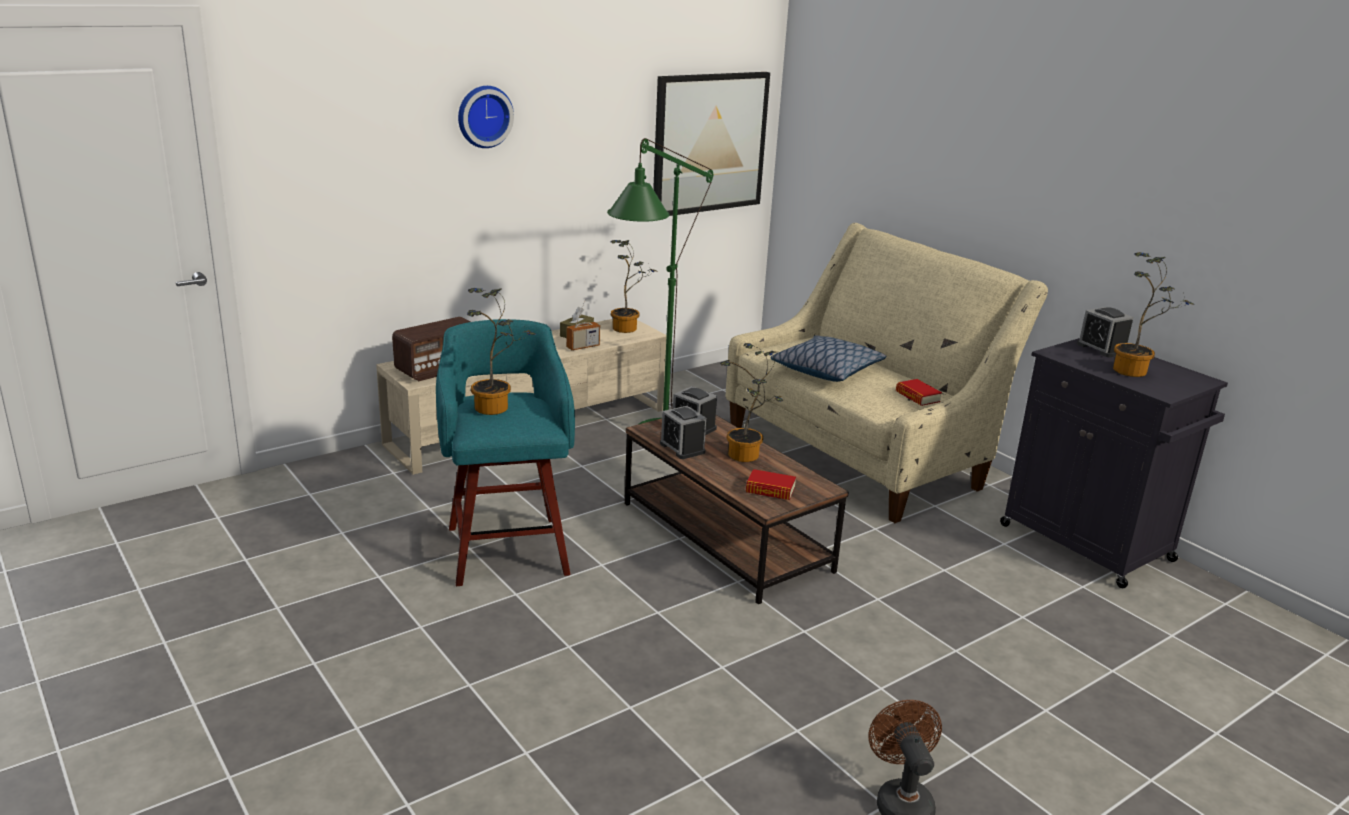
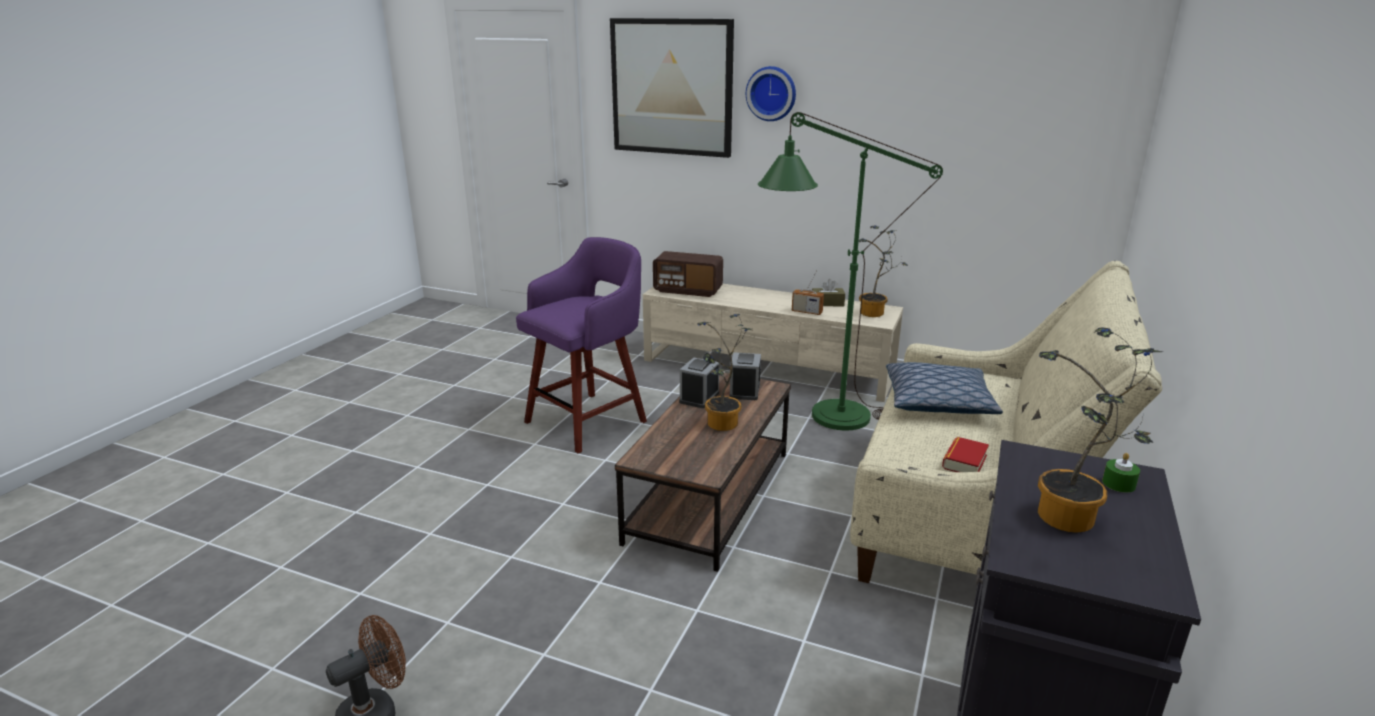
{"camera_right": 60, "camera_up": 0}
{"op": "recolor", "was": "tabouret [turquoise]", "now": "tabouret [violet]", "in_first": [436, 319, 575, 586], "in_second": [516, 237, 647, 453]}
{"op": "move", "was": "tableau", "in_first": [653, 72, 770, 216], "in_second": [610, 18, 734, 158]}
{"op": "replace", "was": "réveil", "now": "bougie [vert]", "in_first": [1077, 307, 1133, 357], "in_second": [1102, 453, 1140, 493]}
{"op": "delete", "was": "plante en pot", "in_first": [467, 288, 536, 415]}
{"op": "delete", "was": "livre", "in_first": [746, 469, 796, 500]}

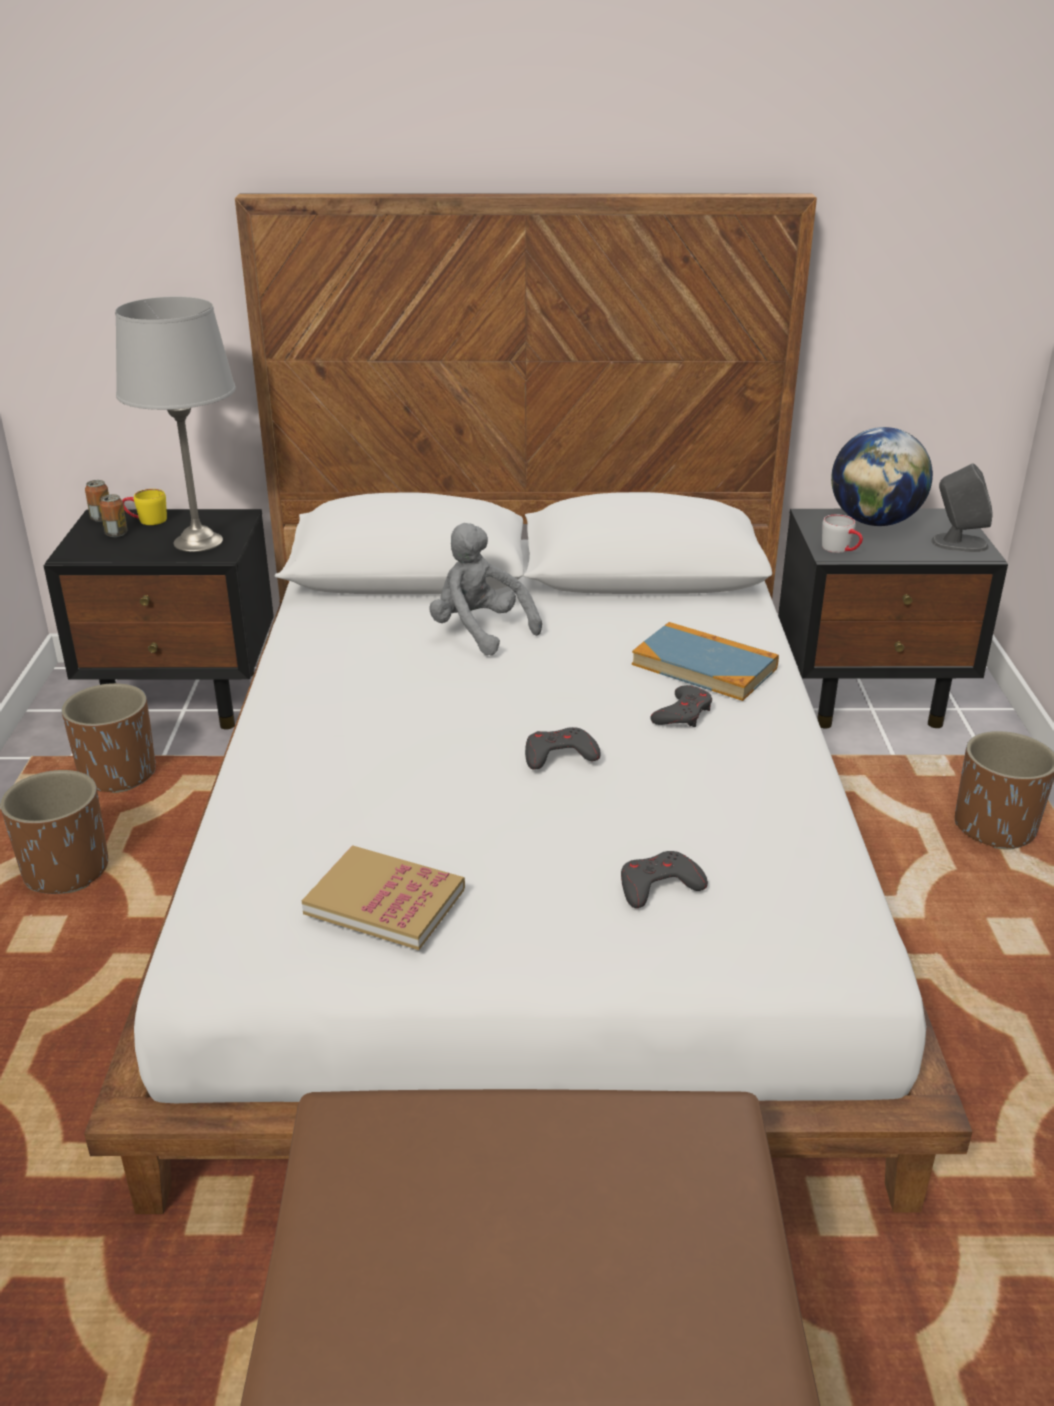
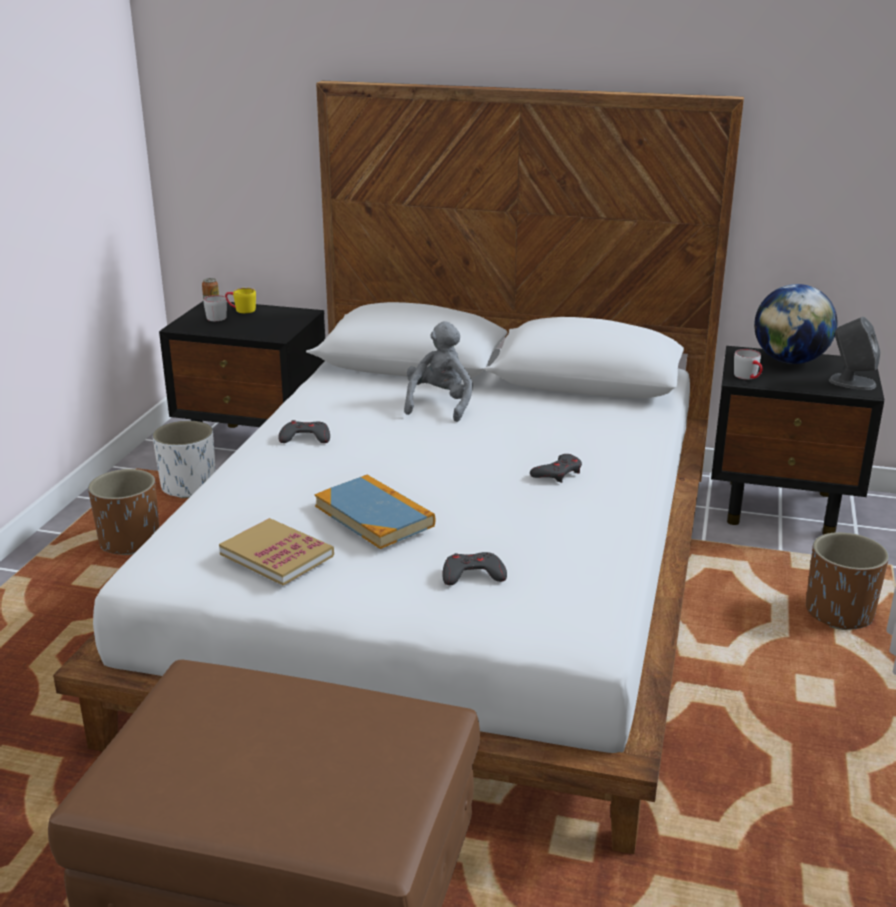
{"camera_right": 15, "camera_up": -5}
{"op": "recolor", "was": "cache-pot [marron]", "now": "cache-pot [blanc]", "in_first": [61, 683, 156, 793], "in_second": [153, 421, 216, 498]}
{"op": "replace", "was": "boîte métallique", "now": "mug [gris]", "in_first": [100, 494, 128, 537], "in_second": [203, 295, 227, 321]}
{"op": "move", "was": "manette [gris]", "in_first": [525, 727, 601, 770], "in_second": [278, 420, 330, 443]}
{"op": "move", "was": "livre", "in_first": [632, 622, 779, 701], "in_second": [315, 475, 435, 549]}
{"op": "rotate", "was": "peluche [gris]", "in_first": [429, 523, 542, 656], "in_second": [404, 321, 473, 422], "clockwise": 45}
{"op": "delete", "was": "lampe de table [gris]", "in_first": [115, 297, 236, 552]}

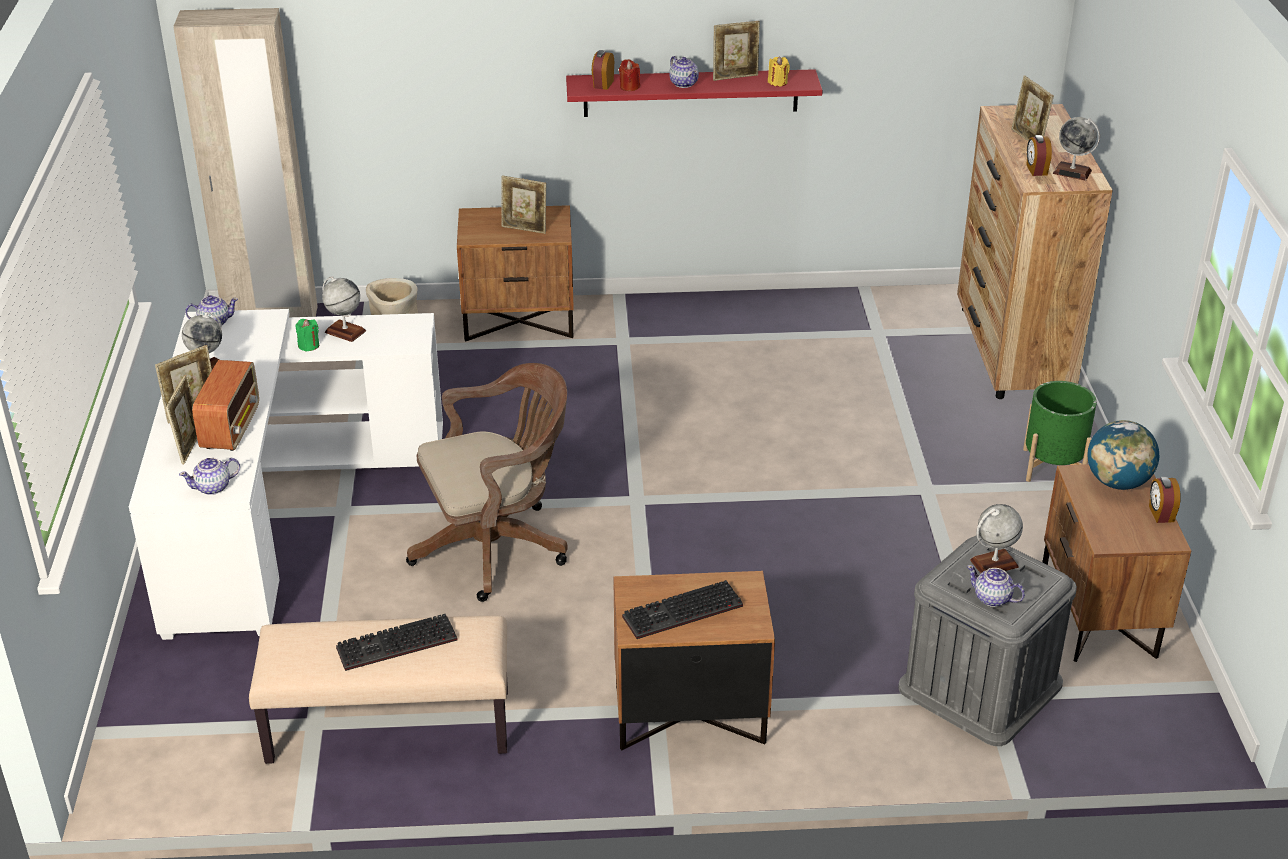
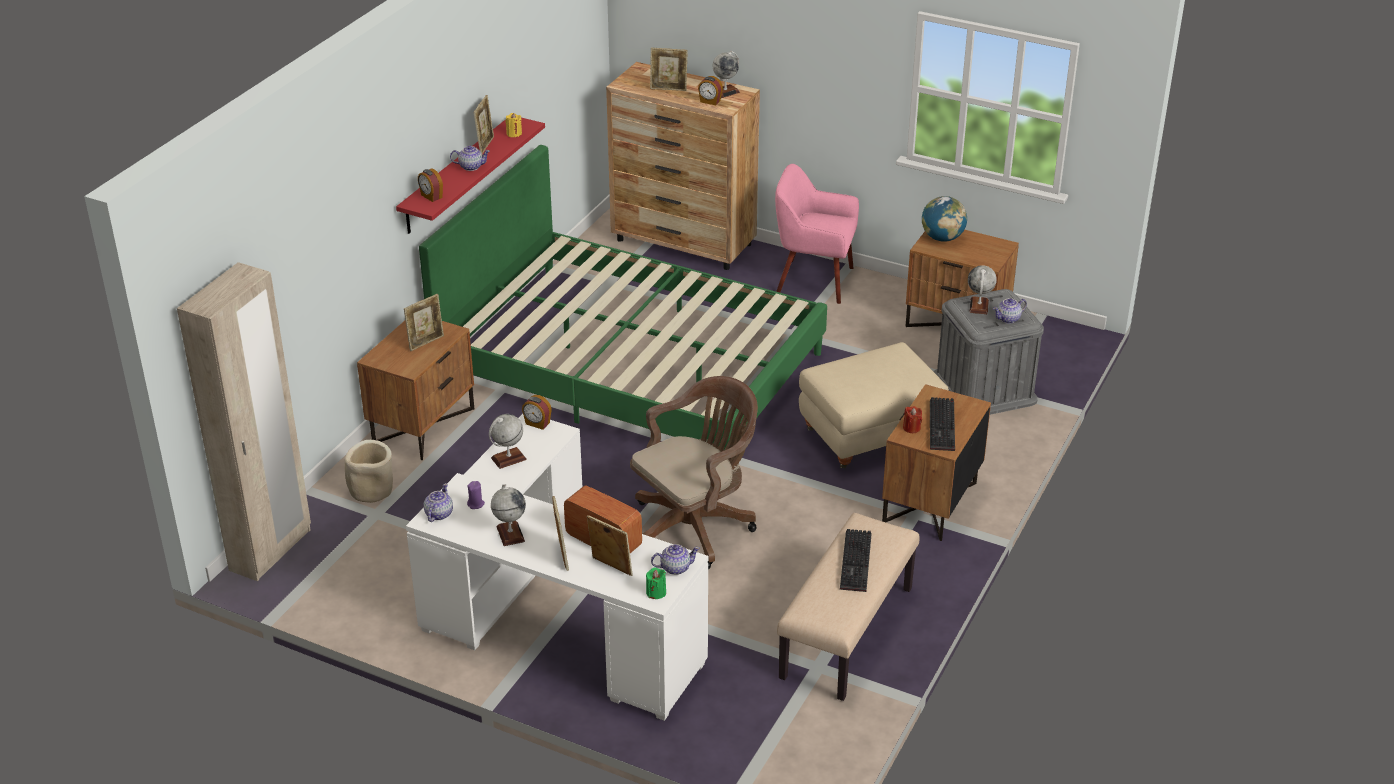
{"camera_right": -60, "camera_up": 0}
{"op": "insert", "now": "lit [vert]", "in_second": [419, 145, 827, 450]}
{"op": "insert", "now": "bougie [violet]", "in_second": [467, 481, 485, 509]}
{"op": "move", "was": "réveil", "in_first": [1149, 477, 1181, 523], "in_second": [522, 395, 552, 430]}
{"op": "rotate", "was": "chaise de bureau [marron]", "in_first": [406, 363, 568, 602], "in_second": [630, 376, 758, 570], "clockwise": 45}
{"op": "move", "was": "bougie [vert]", "in_first": [296, 319, 319, 352], "in_second": [646, 568, 666, 599]}
{"op": "rotate", "was": "théière", "in_first": [179, 457, 240, 495], "in_second": [651, 544, 700, 575], "clockwise": -105}
{"op": "replace", "was": "cache-pot [vert]", "now": "fauteuil [rose]", "in_first": [1023, 381, 1097, 482], "in_second": [775, 164, 859, 304]}
{"op": "insert", "now": "pouf [beige]", "in_second": [799, 342, 949, 468]}
{"op": "move", "was": "bougie [rouge]", "in_first": [619, 59, 640, 91], "in_second": [903, 406, 922, 433]}

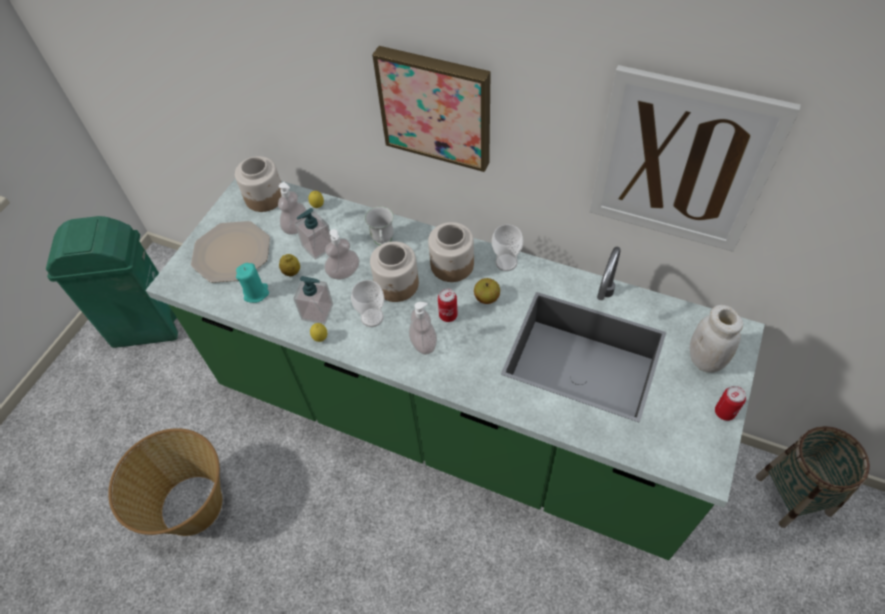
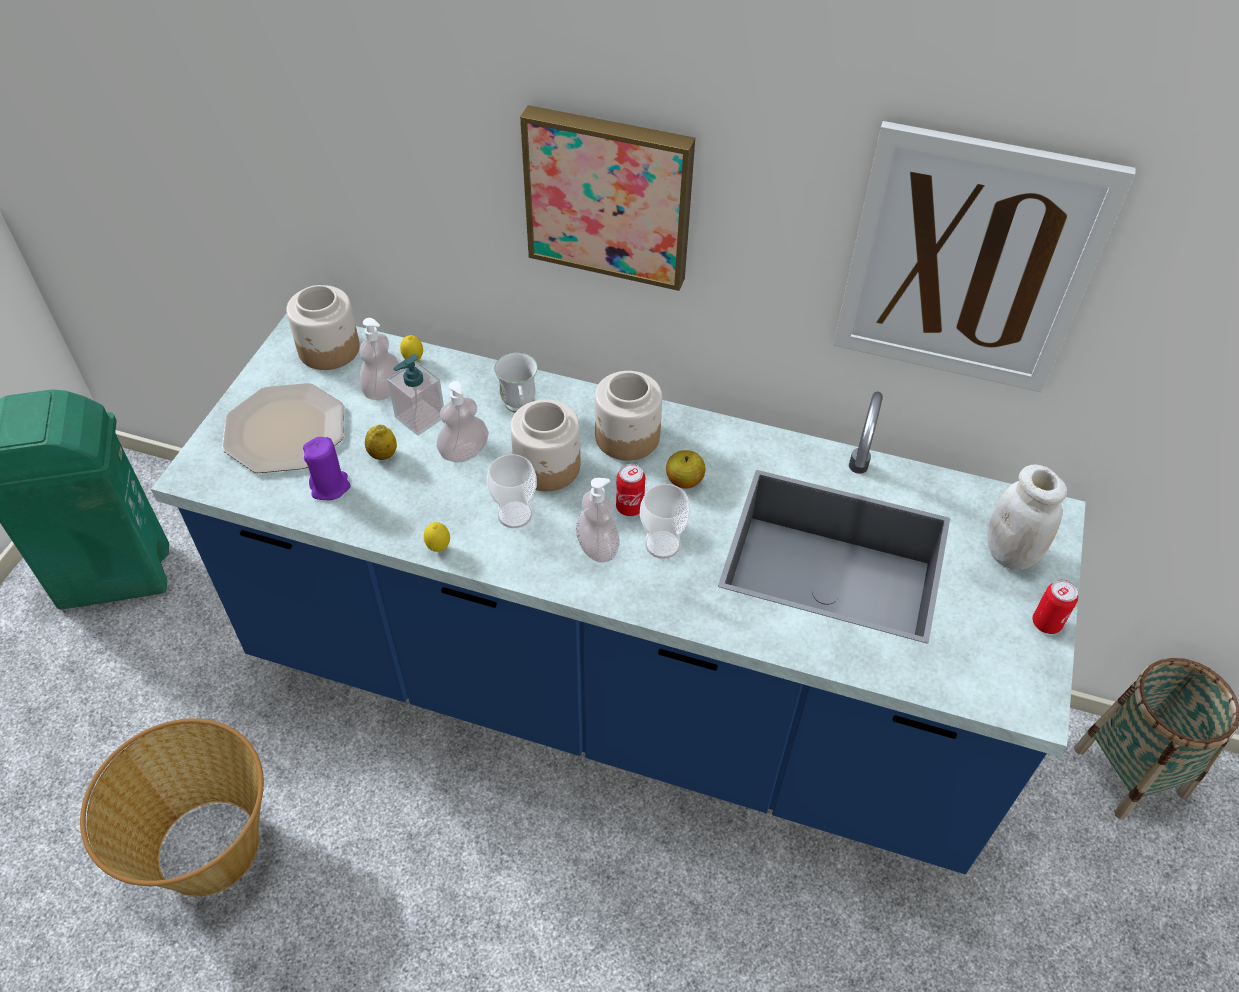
{"camera_right": -10, "camera_up": -5}
{"op": "recolor", "was": "comptoir de cuisine [vert]", "now": "comptoir de cuisine [bleu]", "in_first": [145, 178, 765, 560], "in_second": [151, 313, 1086, 874]}
{"op": "recolor", "was": "bougie [turquoise]", "now": "bougie [violet]", "in_first": [236, 263, 269, 303], "in_second": [303, 437, 351, 500]}
{"op": "move", "was": "tasse", "in_first": [492, 225, 523, 271], "in_second": [640, 484, 691, 559]}
{"op": "delete", "was": "distributeur de savon", "in_first": [293, 276, 333, 325]}

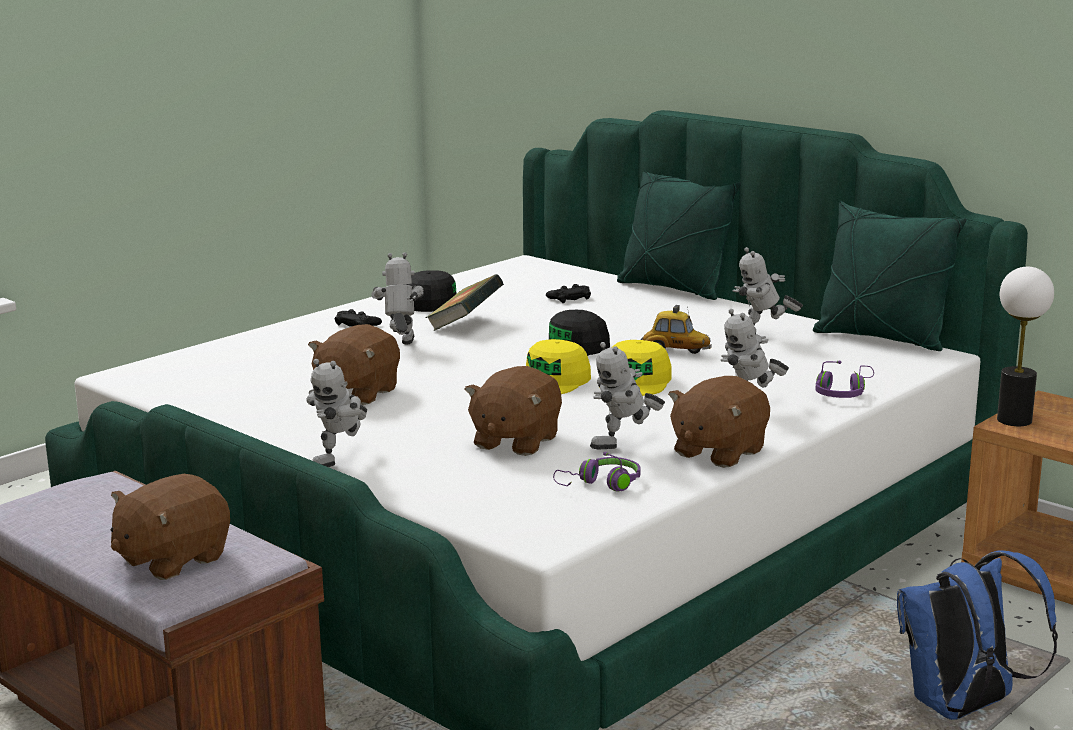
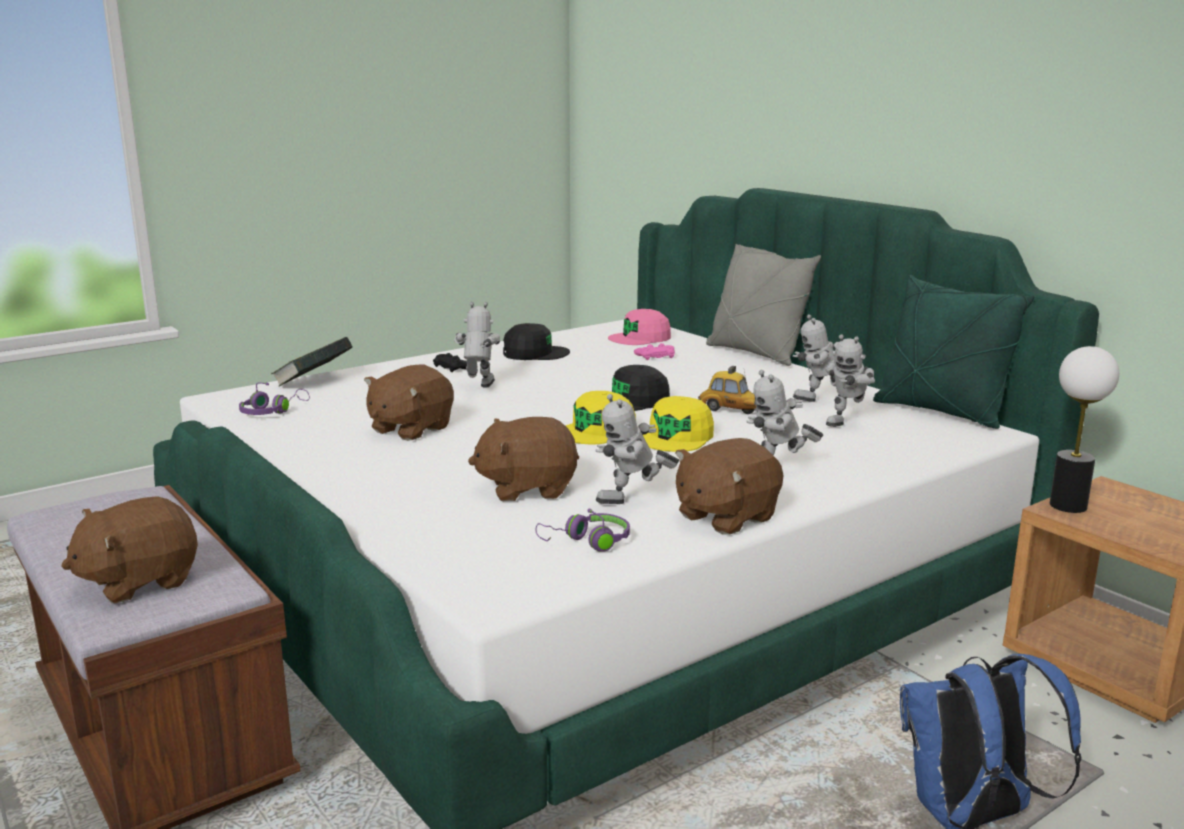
{"camera_right": 10, "camera_up": 0}
{"op": "move", "was": "casque audio [violet]", "in_first": [815, 361, 874, 398], "in_second": [239, 382, 310, 415]}
{"op": "move", "was": "livre", "in_first": [426, 274, 504, 331], "in_second": [271, 337, 352, 387]}
{"op": "rotate", "was": "peluche [marron]", "in_first": [465, 366, 562, 456], "in_second": [468, 417, 579, 501], "clockwise": 45}
{"op": "insert", "now": "casquette [rose]", "in_second": [608, 309, 671, 345]}
{"op": "recolor", "was": "manette [noir]", "now": "manette [rose]", "in_first": [546, 284, 591, 303], "in_second": [634, 343, 675, 360]}
{"op": "recolor", "was": "coussin [vert]", "now": "coussin [gris]", "in_first": [617, 172, 741, 300], "in_second": [706, 244, 821, 366]}
{"op": "move", "was": "robot jouet", "in_first": [306, 359, 367, 467], "in_second": [826, 334, 875, 427]}

